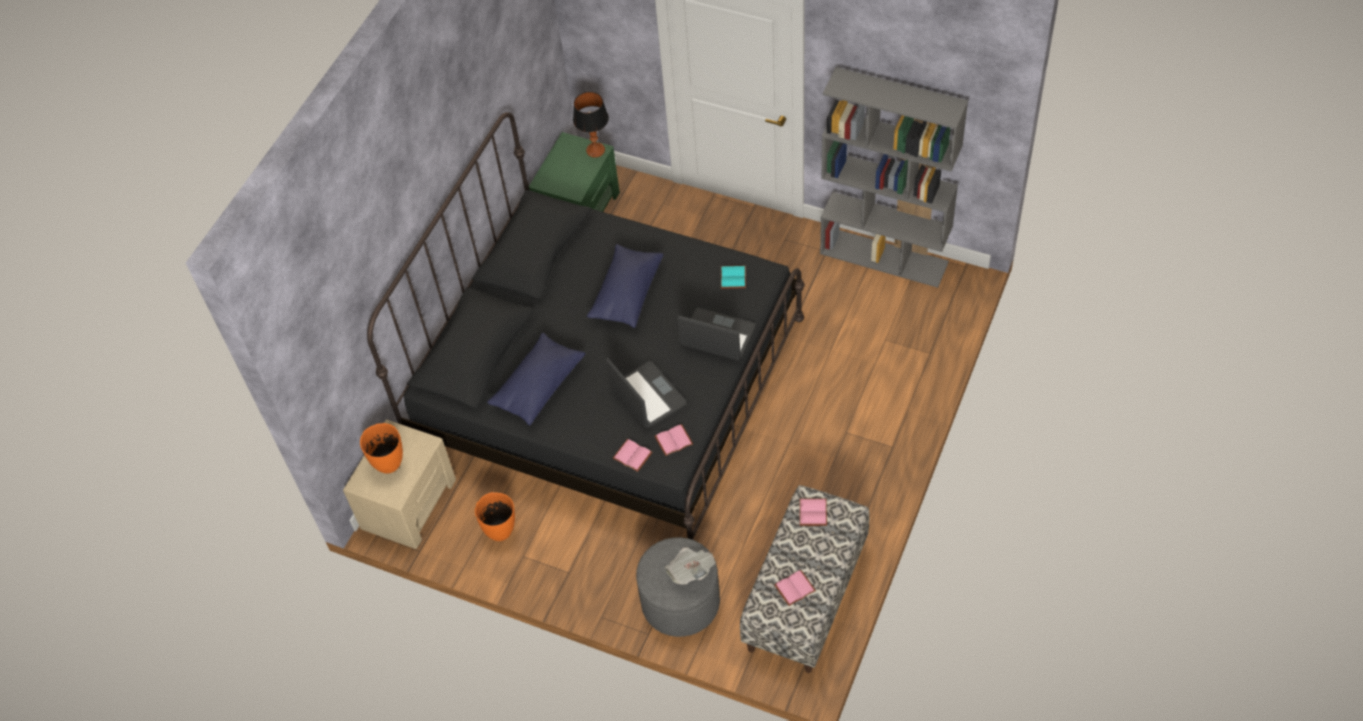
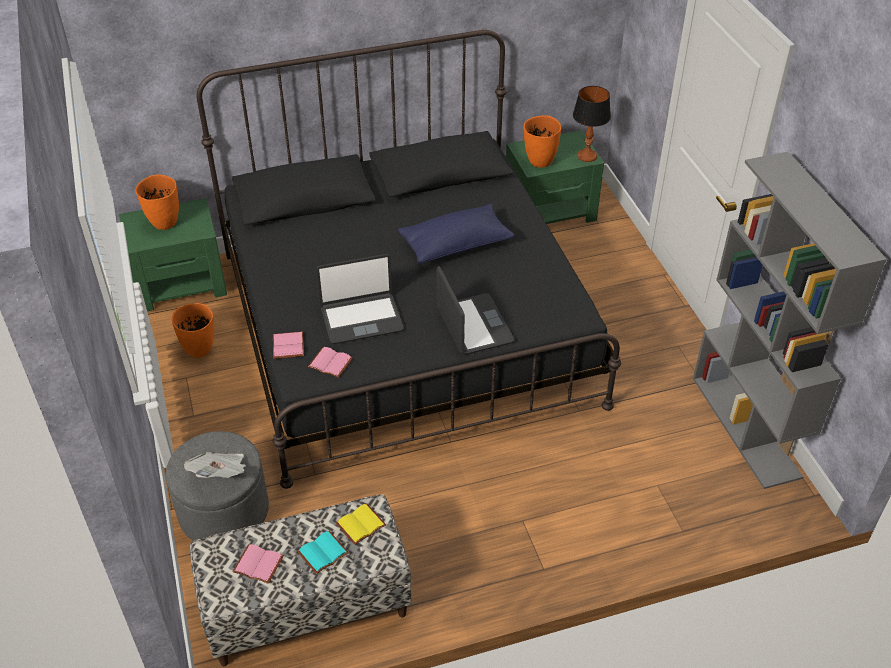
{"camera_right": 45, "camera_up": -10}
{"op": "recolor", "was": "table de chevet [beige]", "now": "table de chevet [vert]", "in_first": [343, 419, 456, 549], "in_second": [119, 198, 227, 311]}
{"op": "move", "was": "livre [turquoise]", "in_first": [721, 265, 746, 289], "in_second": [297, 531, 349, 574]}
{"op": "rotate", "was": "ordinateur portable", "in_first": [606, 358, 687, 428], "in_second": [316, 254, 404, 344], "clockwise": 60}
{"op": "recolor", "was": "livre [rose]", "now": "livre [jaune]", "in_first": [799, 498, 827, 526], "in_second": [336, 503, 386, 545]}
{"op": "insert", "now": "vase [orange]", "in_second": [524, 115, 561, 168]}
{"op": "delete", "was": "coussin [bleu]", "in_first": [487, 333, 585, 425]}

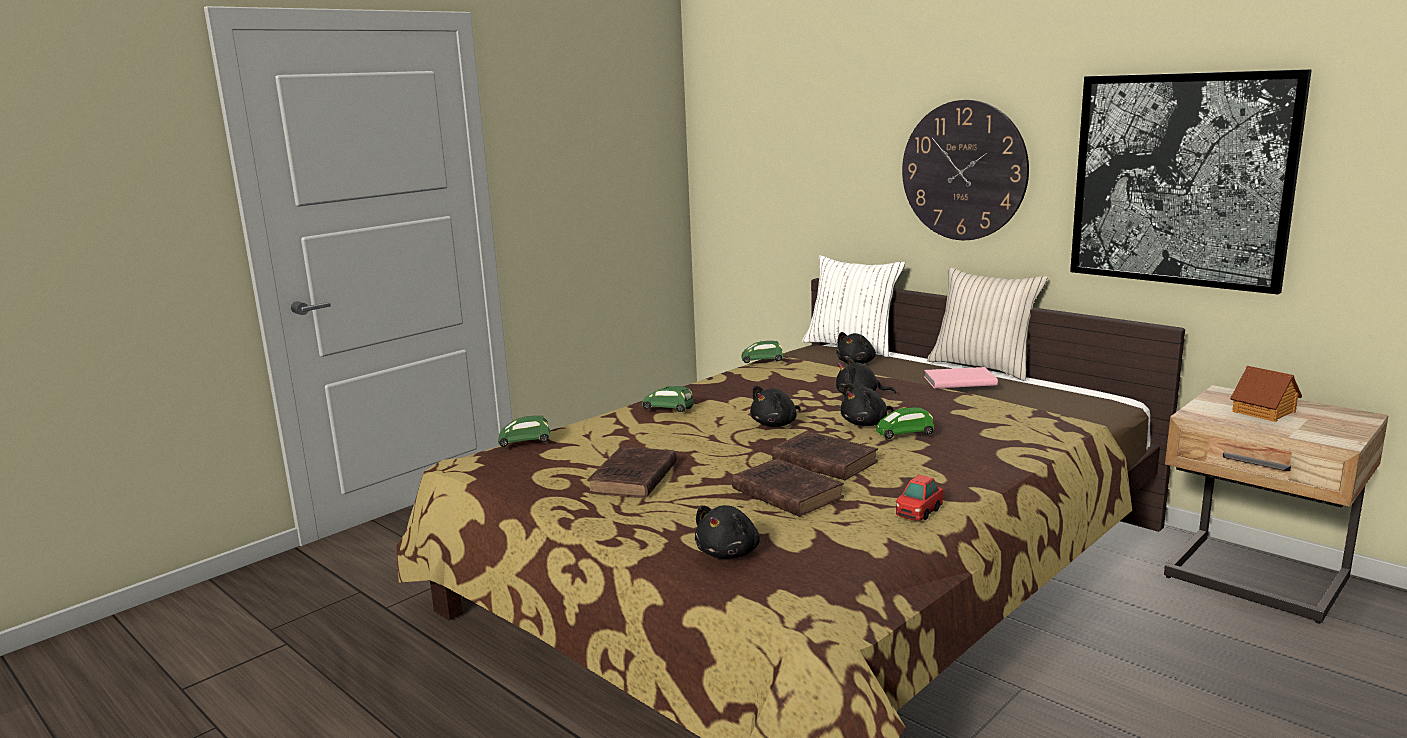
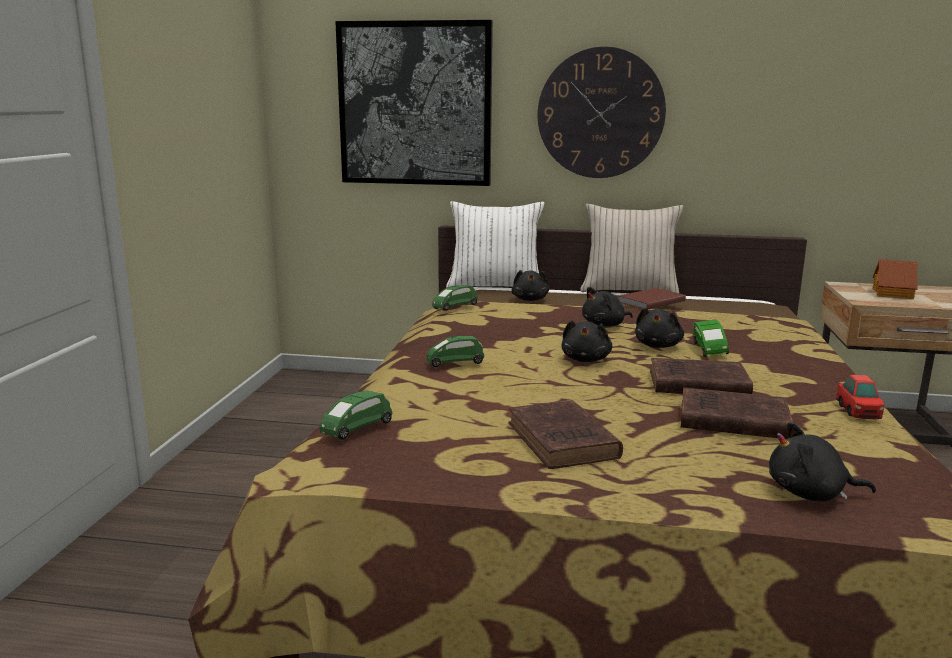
{"camera_right": -35, "camera_up": 0}
{"op": "move", "was": "tableau", "in_first": [1070, 69, 1312, 294], "in_second": [335, 20, 493, 186]}
{"op": "recolor", "was": "livre [rose]", "now": "livre [marron]", "in_first": [924, 367, 998, 389], "in_second": [619, 288, 686, 310]}
{"op": "rotate", "was": "petite voiture [vert]", "in_first": [876, 407, 934, 439], "in_second": [693, 320, 729, 357], "clockwise": -45}
{"op": "rotate", "was": "peluche [noir]", "in_first": [695, 505, 760, 559], "in_second": [769, 422, 876, 501], "clockwise": 105}

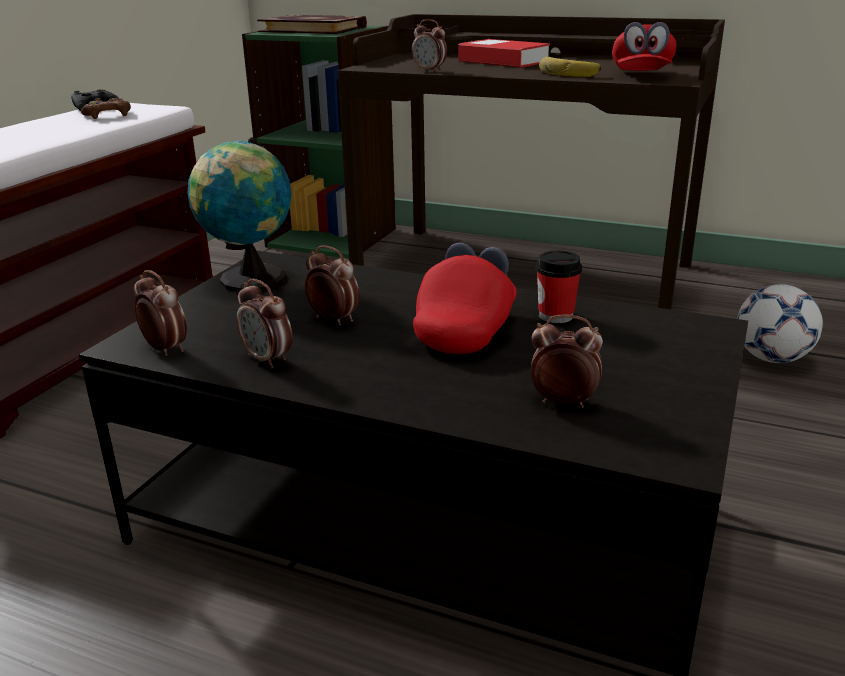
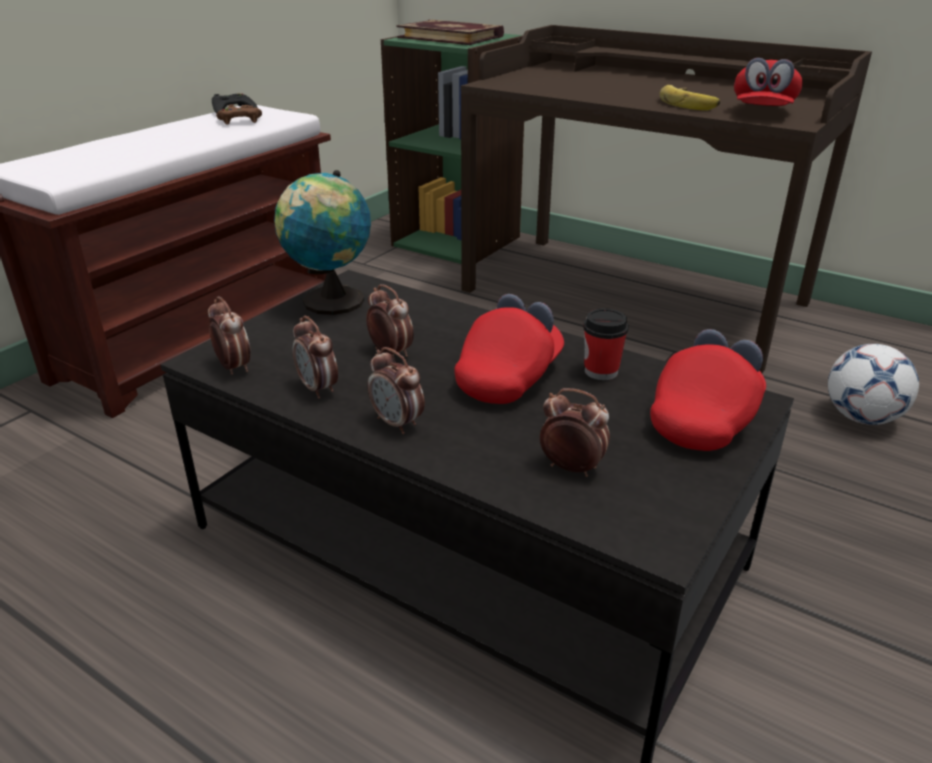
{"camera_right": 10, "camera_up": 5}
{"op": "move", "was": "réveil", "in_first": [412, 19, 447, 73], "in_second": [368, 347, 425, 434]}
{"op": "insert", "now": "casquette [rouge]", "in_second": [650, 329, 766, 451]}
{"op": "delete", "was": "livre", "in_first": [458, 39, 550, 68]}

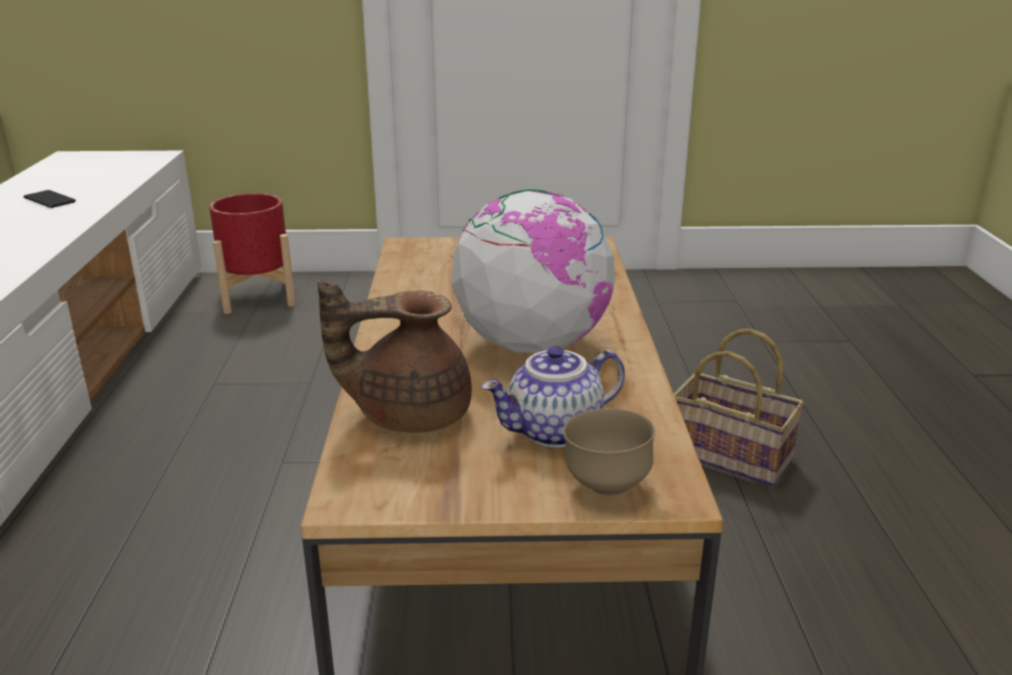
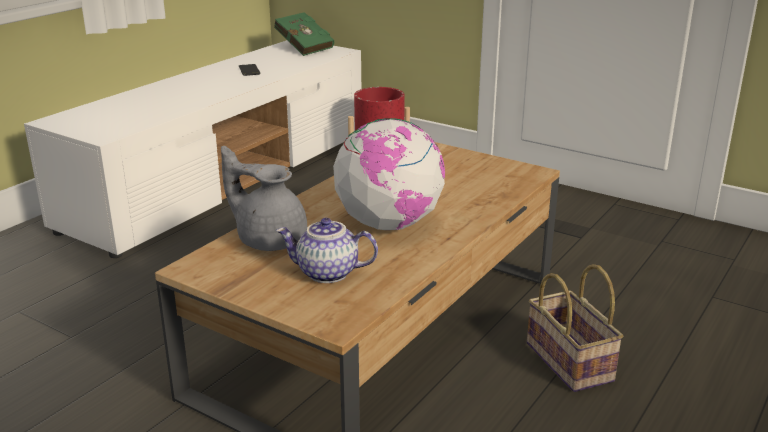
{"camera_right": 35, "camera_up": 0}
{"op": "recolor", "was": "théière [marron]", "now": "théière [gris]", "in_first": [317, 280, 472, 432], "in_second": [221, 146, 307, 251]}
{"op": "insert", "now": "livre [vert]", "in_second": [274, 12, 334, 56]}
{"op": "delete", "was": "bol [marron]", "in_first": [563, 408, 655, 496]}

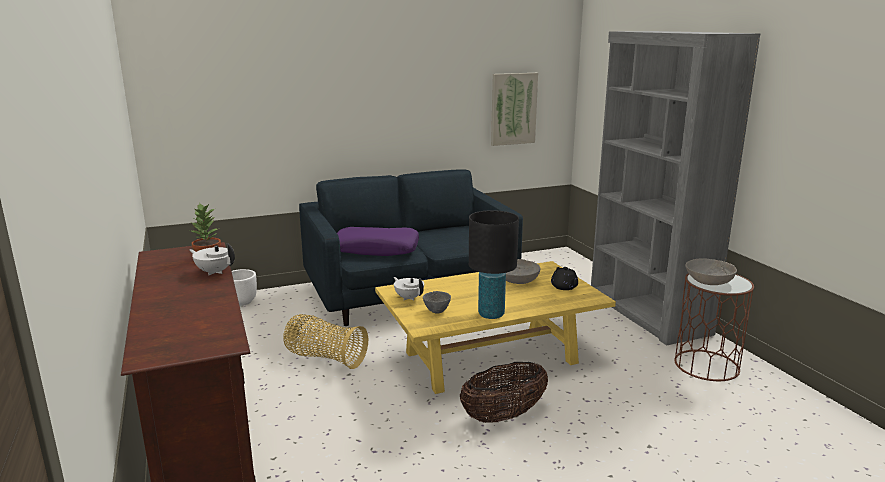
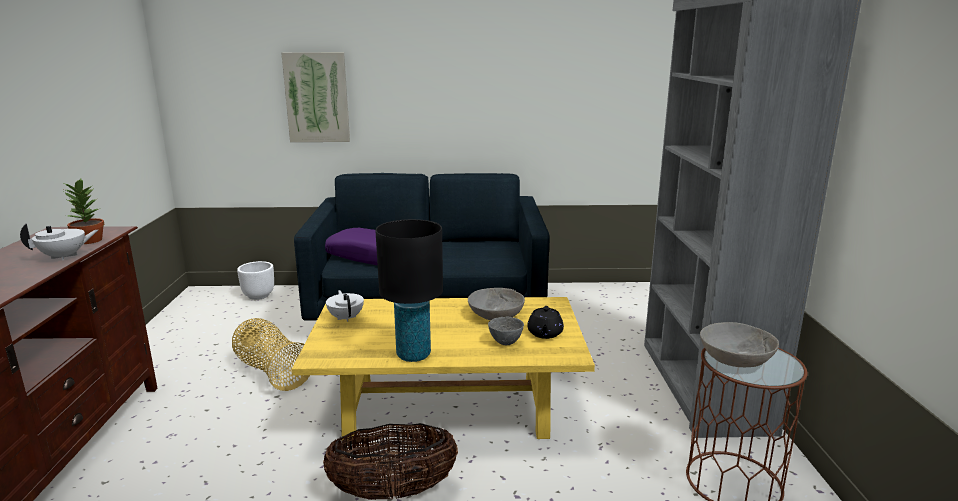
{"camera_right": 20, "camera_up": 0}
{"op": "rotate", "was": "théière [blanc]", "in_first": [190, 243, 235, 275], "in_second": [20, 223, 98, 260], "clockwise": 105}
{"op": "move", "was": "tableau", "in_first": [491, 73, 538, 146], "in_second": [281, 52, 350, 142]}
{"op": "move", "was": "bol [gris]", "in_first": [423, 291, 451, 314], "in_second": [488, 317, 524, 345]}

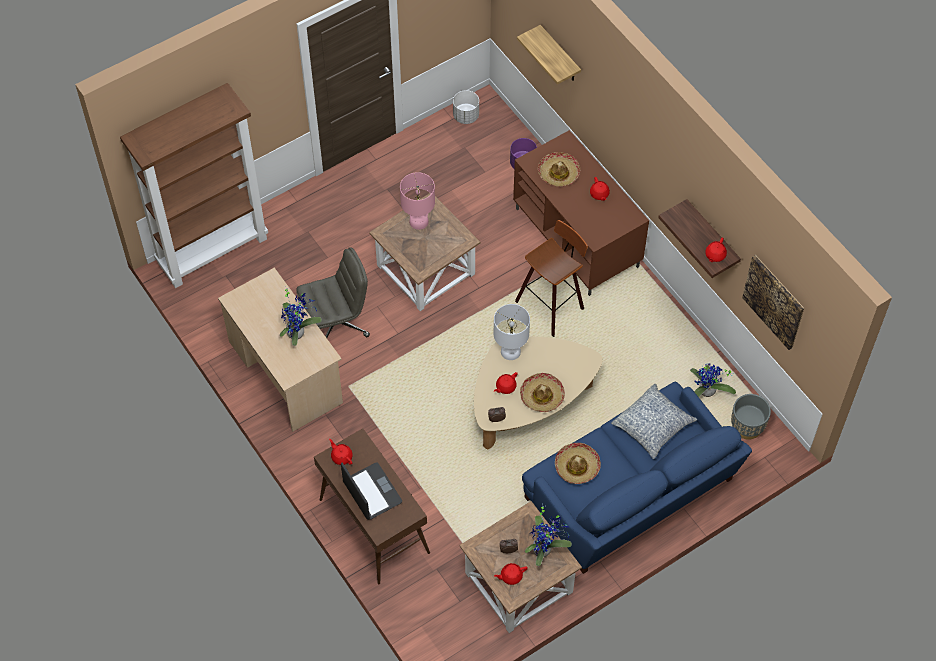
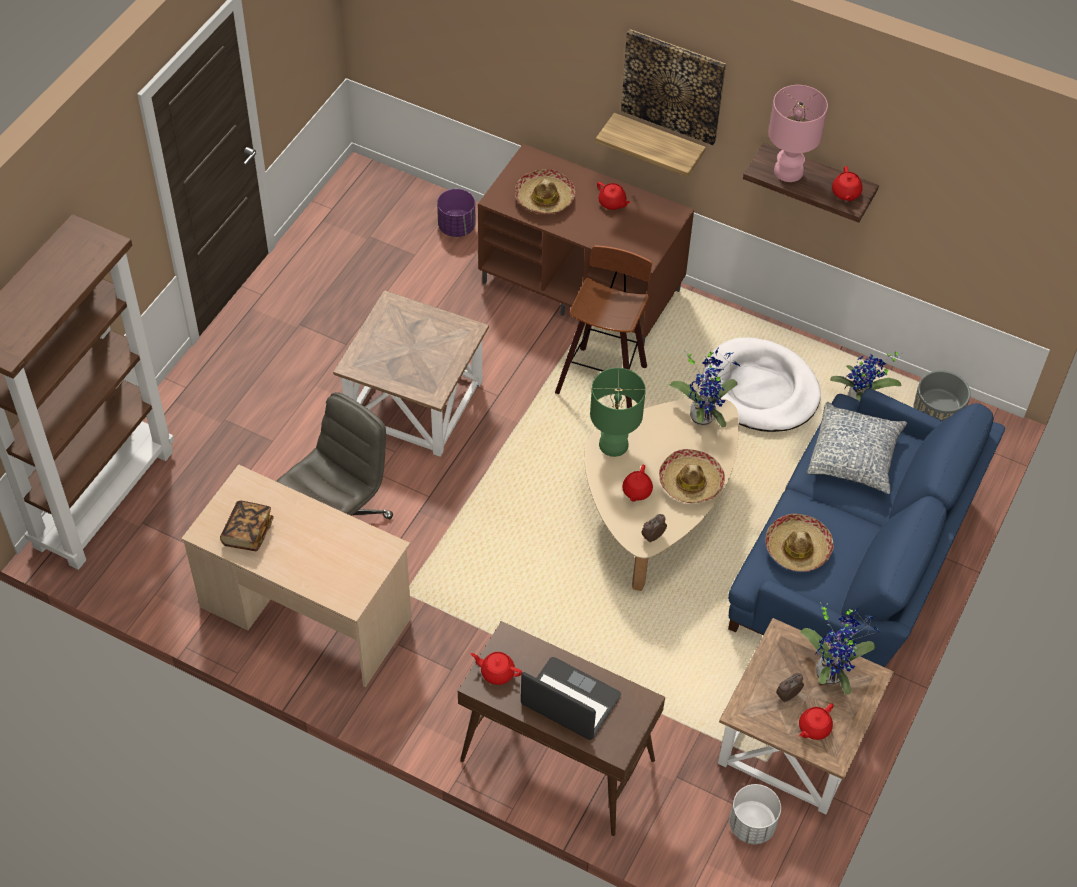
{"camera_right": -30, "camera_up": -5}
{"op": "insert", "now": "livre", "in_second": [220, 500, 274, 551]}
{"op": "recolor", "was": "lampe de table [blanc]", "now": "lampe de table [vert]", "in_first": [494, 304, 530, 360], "in_second": [590, 368, 646, 457]}
{"op": "move", "was": "étagère", "in_first": [517, 25, 581, 85], "in_second": [595, 113, 706, 177]}
{"op": "move", "was": "tableau", "in_first": [742, 255, 804, 350], "in_second": [621, 29, 726, 145]}
{"op": "move", "was": "plante en pot", "in_first": [280, 286, 322, 346], "in_second": [669, 347, 740, 427]}
{"op": "insert", "now": "panier pour chien [blanc]", "in_second": [702, 337, 821, 432]}
{"op": "move", "was": "cache-pot [blanc]", "in_first": [453, 90, 479, 124], "in_second": [729, 784, 781, 844]}
{"op": "move", "was": "lampe de table [rose]", "in_first": [400, 172, 435, 230], "in_second": [768, 85, 828, 182]}

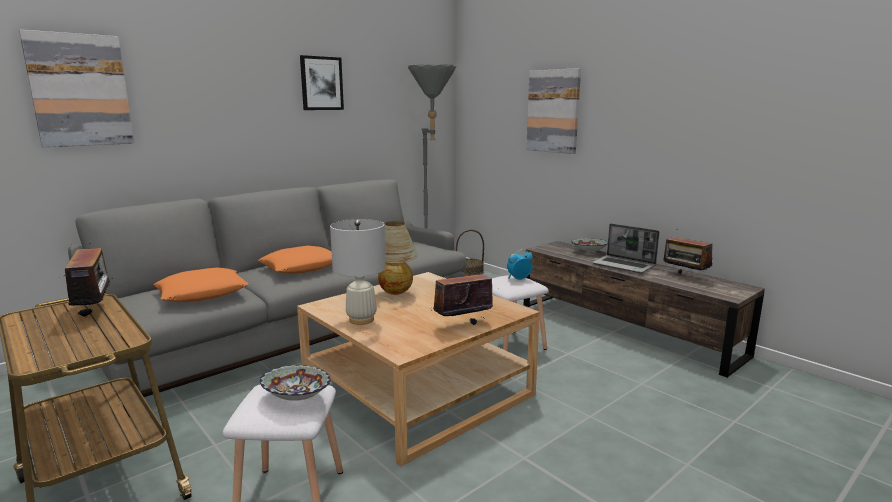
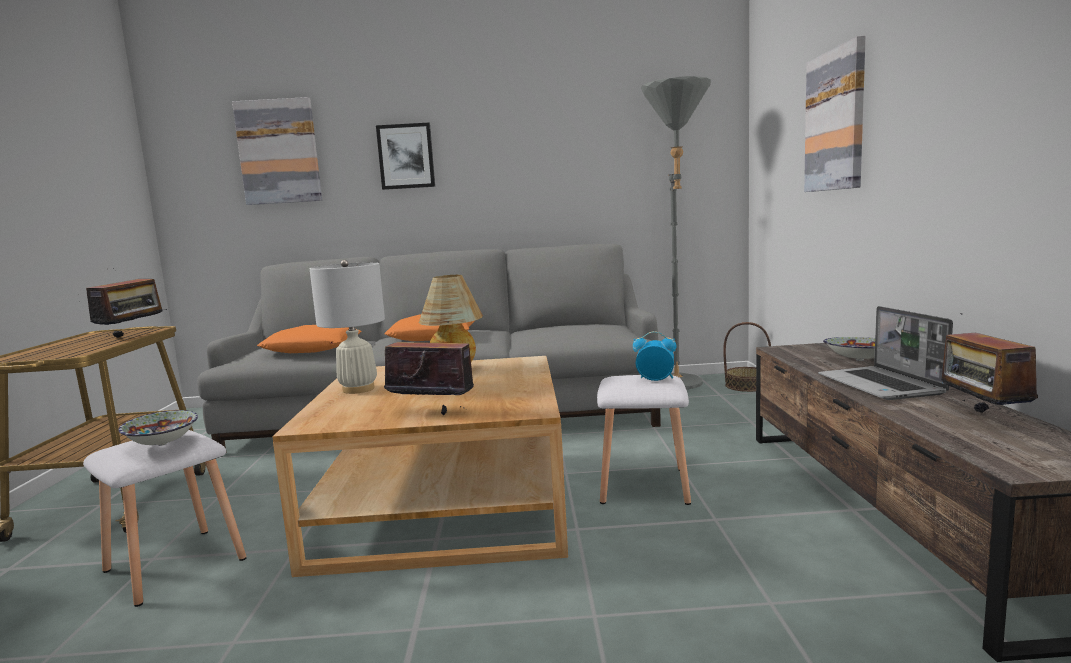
{"camera_right": 40, "camera_up": -5}
{"op": "move", "was": "tableau", "in_first": [300, 55, 344, 110], "in_second": [376, 123, 435, 190]}

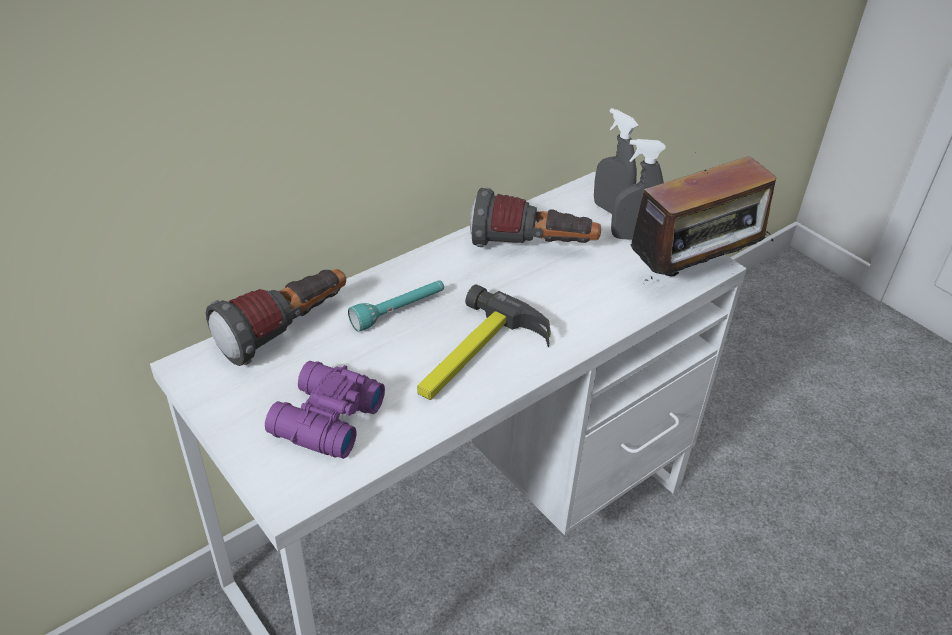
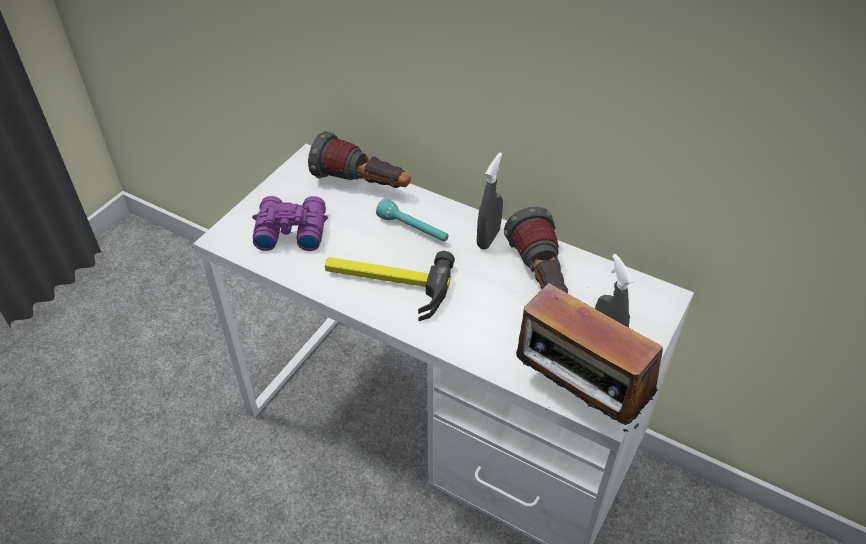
{"camera_right": 70, "camera_up": 5}
{"op": "move", "was": "vaporisateur [gris]", "in_first": [594, 108, 639, 214], "in_second": [477, 152, 503, 249]}

